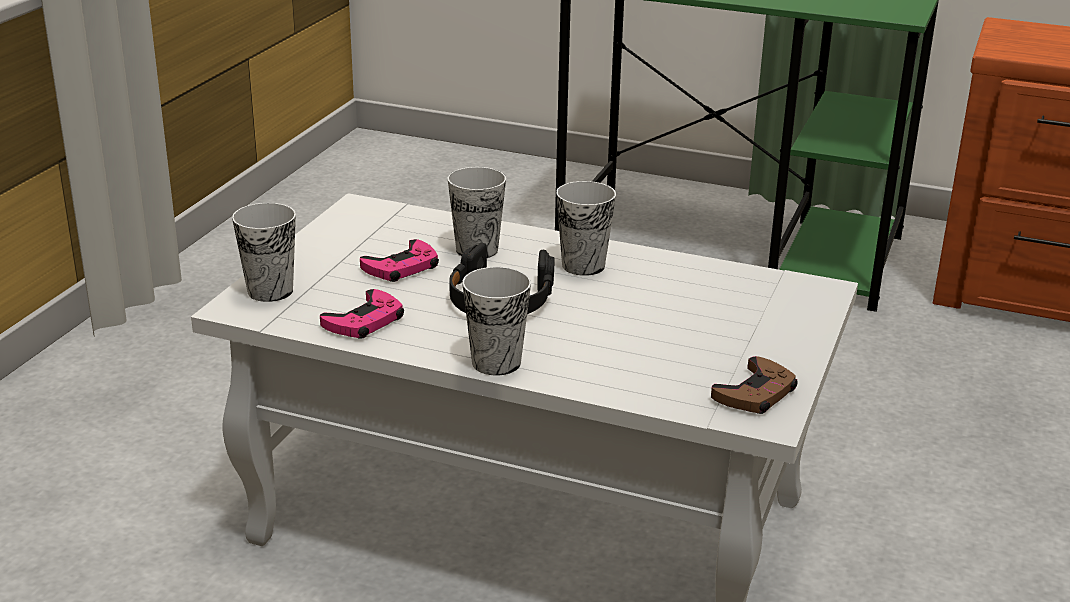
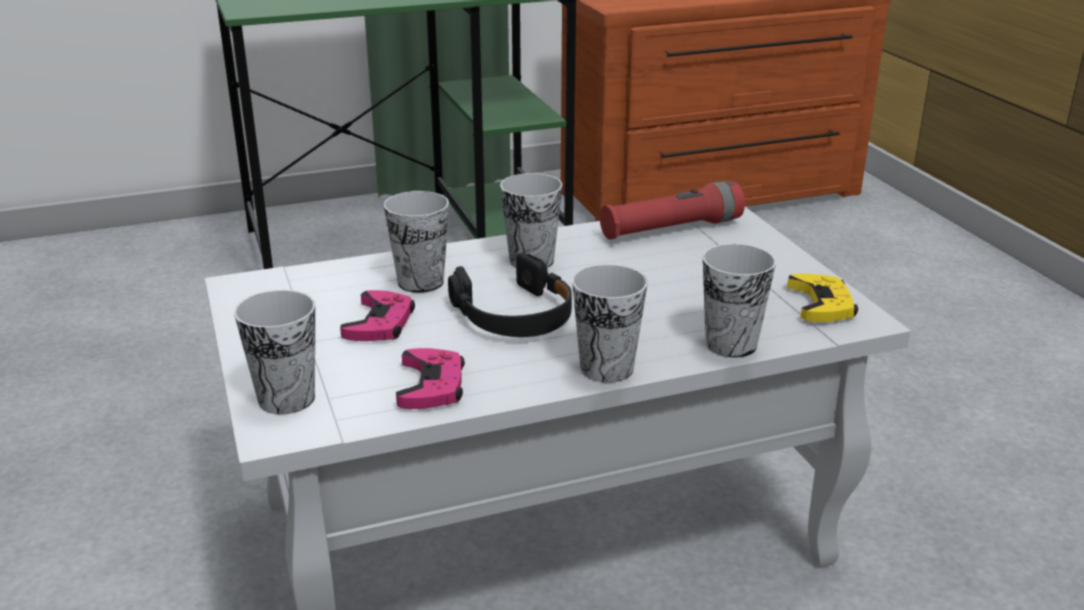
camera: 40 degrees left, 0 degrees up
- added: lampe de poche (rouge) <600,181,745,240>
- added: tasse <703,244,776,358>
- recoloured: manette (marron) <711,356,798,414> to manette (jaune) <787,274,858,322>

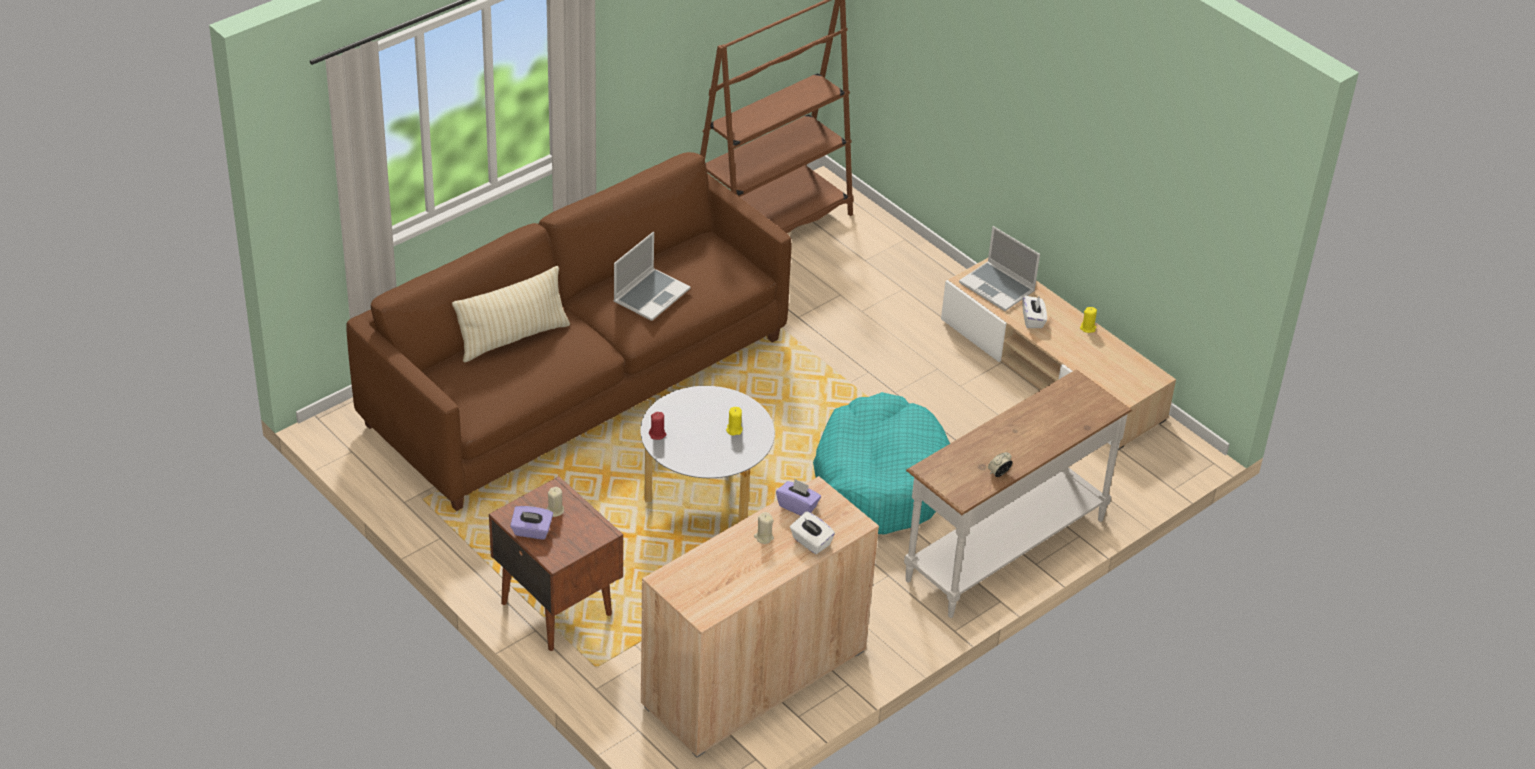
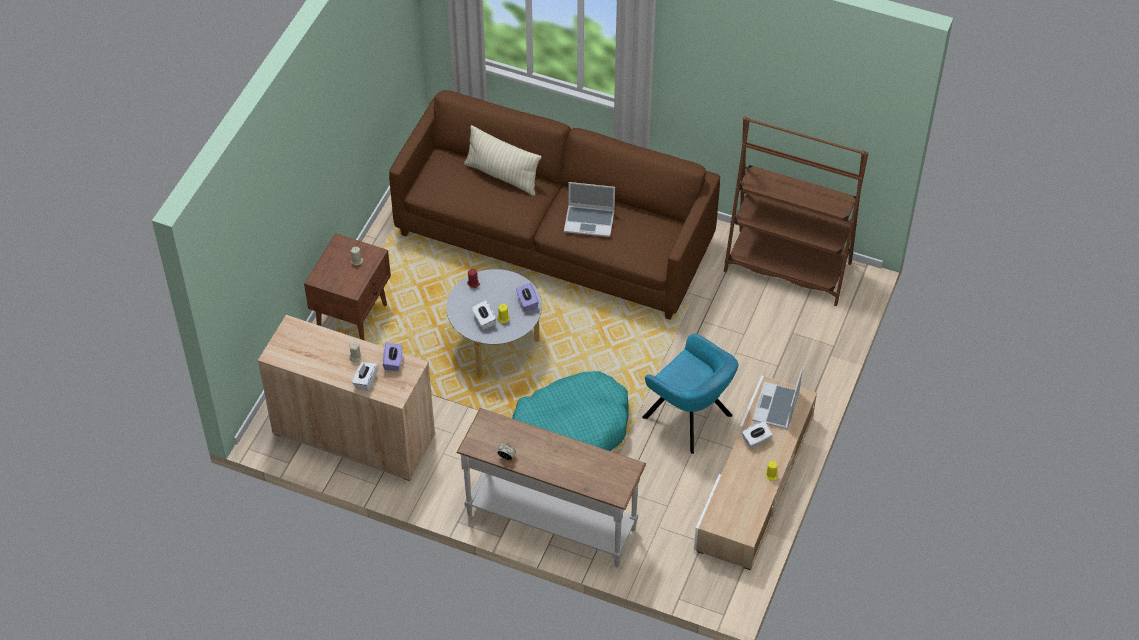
camera: 65 degrees right, 10 degrees up
- added: boîte à mouchoirs (blanc) <472,300,496,329>
- moved: boîte à mouchoirs (violet) <510,506,553,539> to <516,283,539,311>
- added: fauteuil (turquoise) <642,334,738,454>

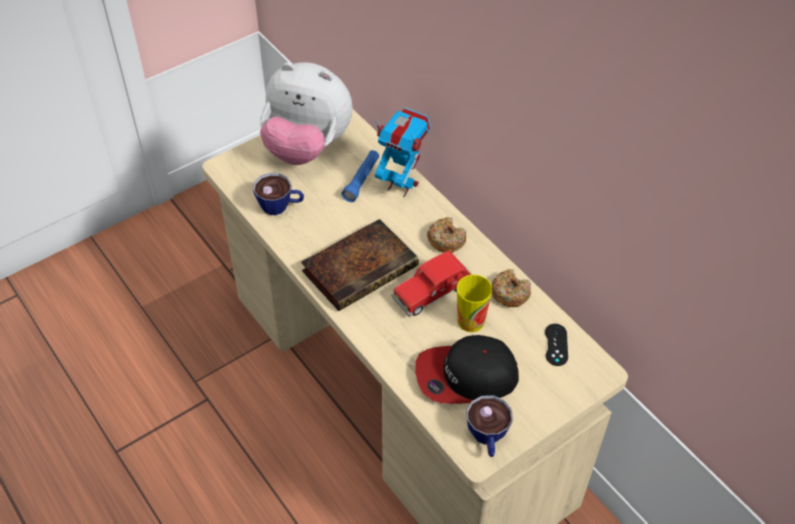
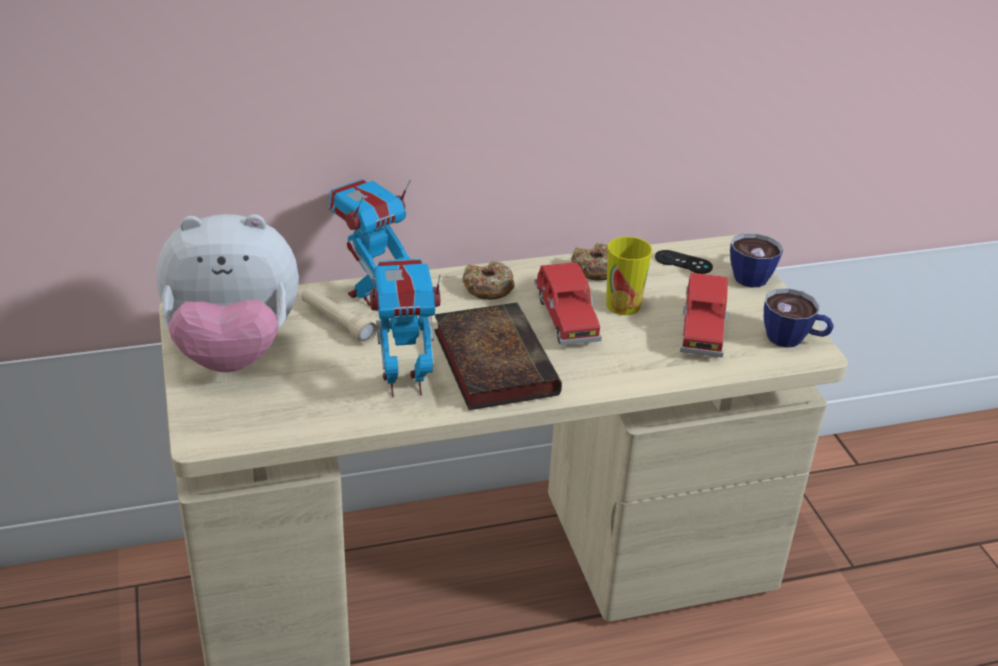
camera: 70 degrees left, 15 degrees down
- turned: peluche <260,62,353,165> = <157,214,299,372> 45 degrees clockwise
- recoloured: lampe de poche (bleu) <341,150,379,202> to lampe de poche (beige) <301,287,377,344>
- added: robot jouet <370,258,440,397>
- replaced: casquette <415,335,519,404> to petite voiture (rouge) <680,273,729,357>
- moved: tasse <253,173,304,215> to <730,233,783,287>

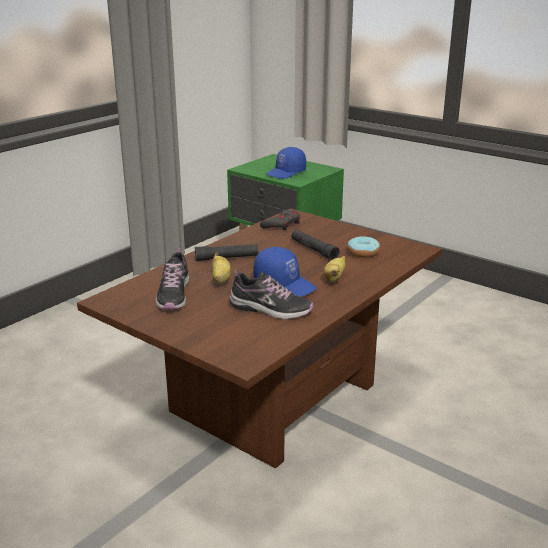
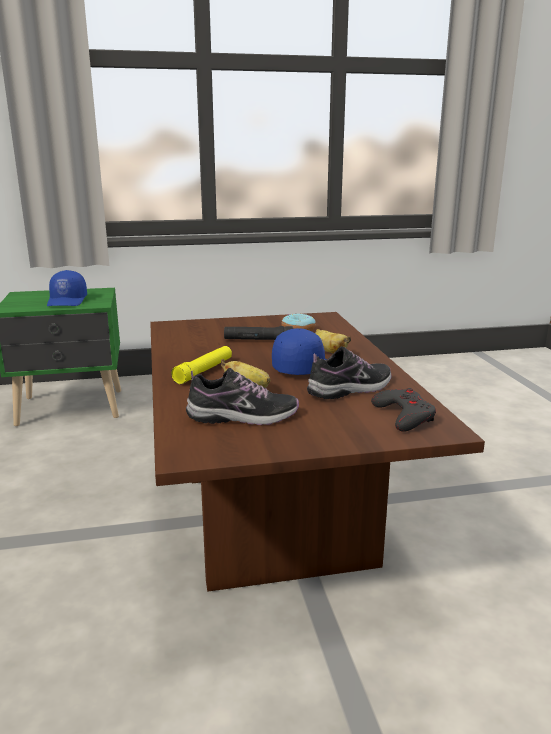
camera: 50 degrees left, 5 degrees down
- recoloured: lampe de poche (noir) <195,244,259,261> to lampe de poche (jaune) <171,346,232,384>
- turned: chaussure <155,248,189,310> = <186,368,299,425> 45 degrees counterclockwise
- moved: manette (gris) <260,210,301,230> to <371,388,436,432>

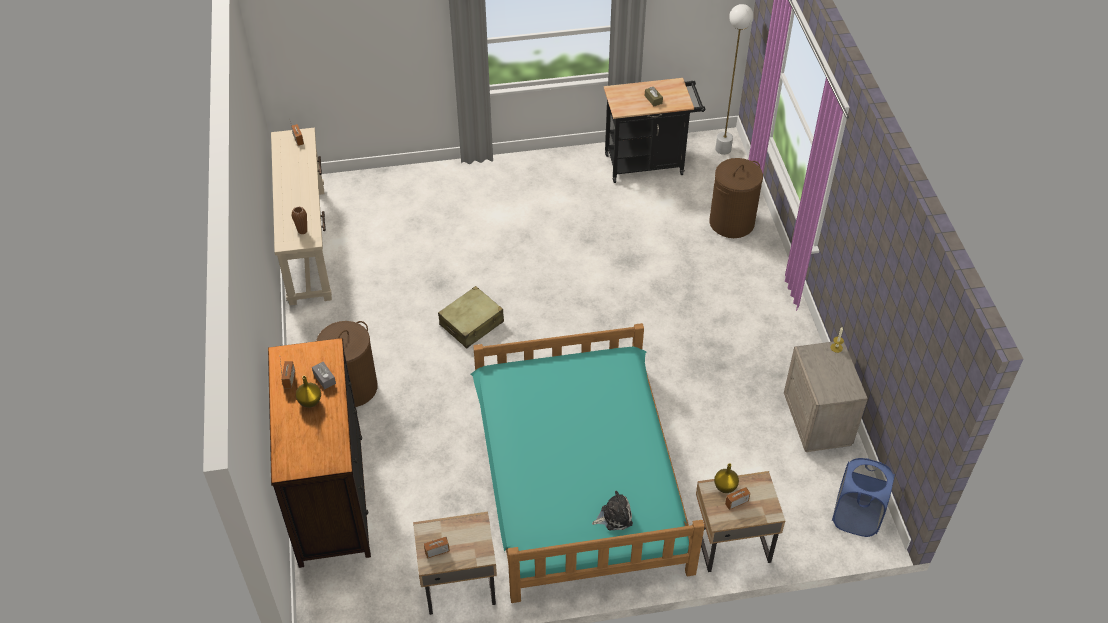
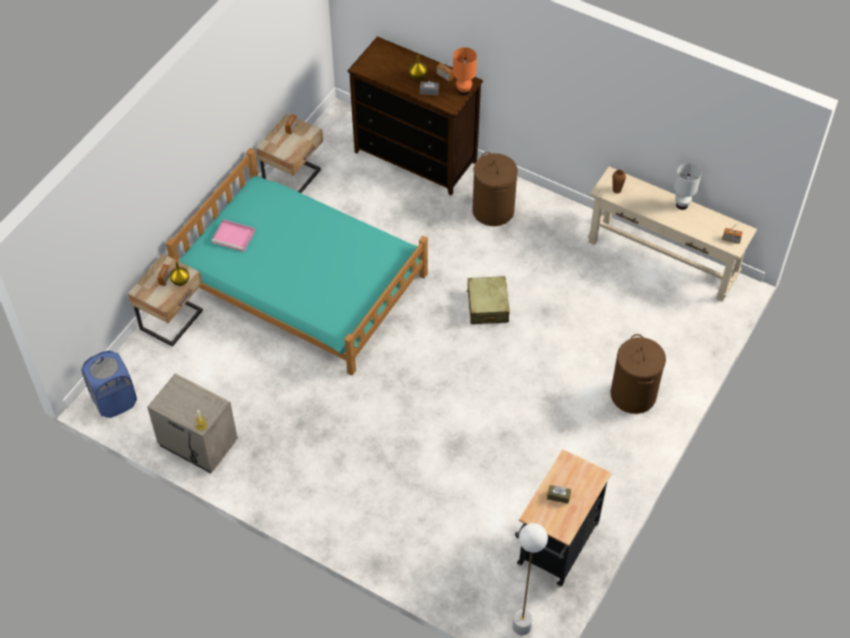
camera: 130 degrees right, 5 degrees up
- replaced: peluche <592,491,633,530> to plateau (rose) <212,219,255,252>
- added: lampe de table (orange) <453,47,477,96>
- moved: panier à linge (marron) <709,158,763,238> to <611,334,666,414>
- added: lampe de table (blanc) <674,163,701,210>

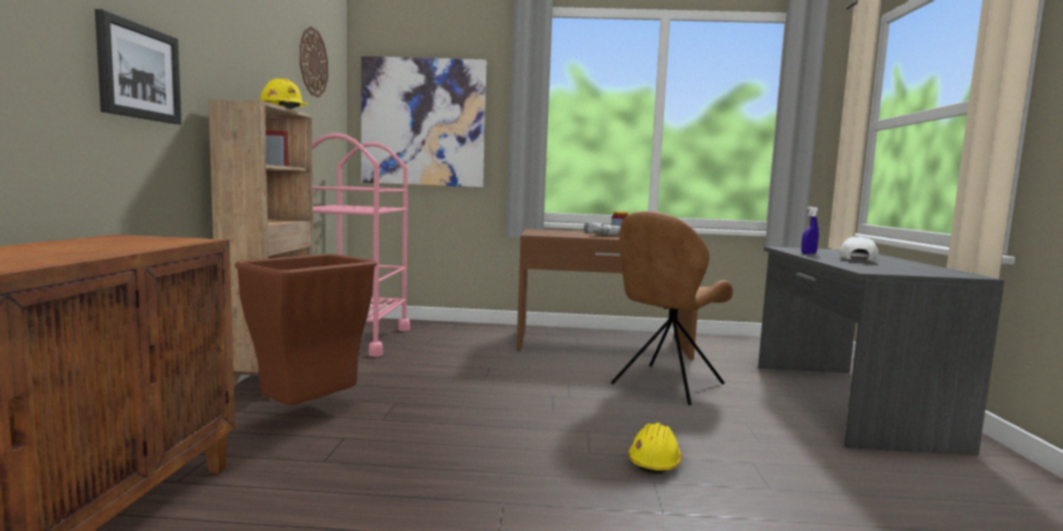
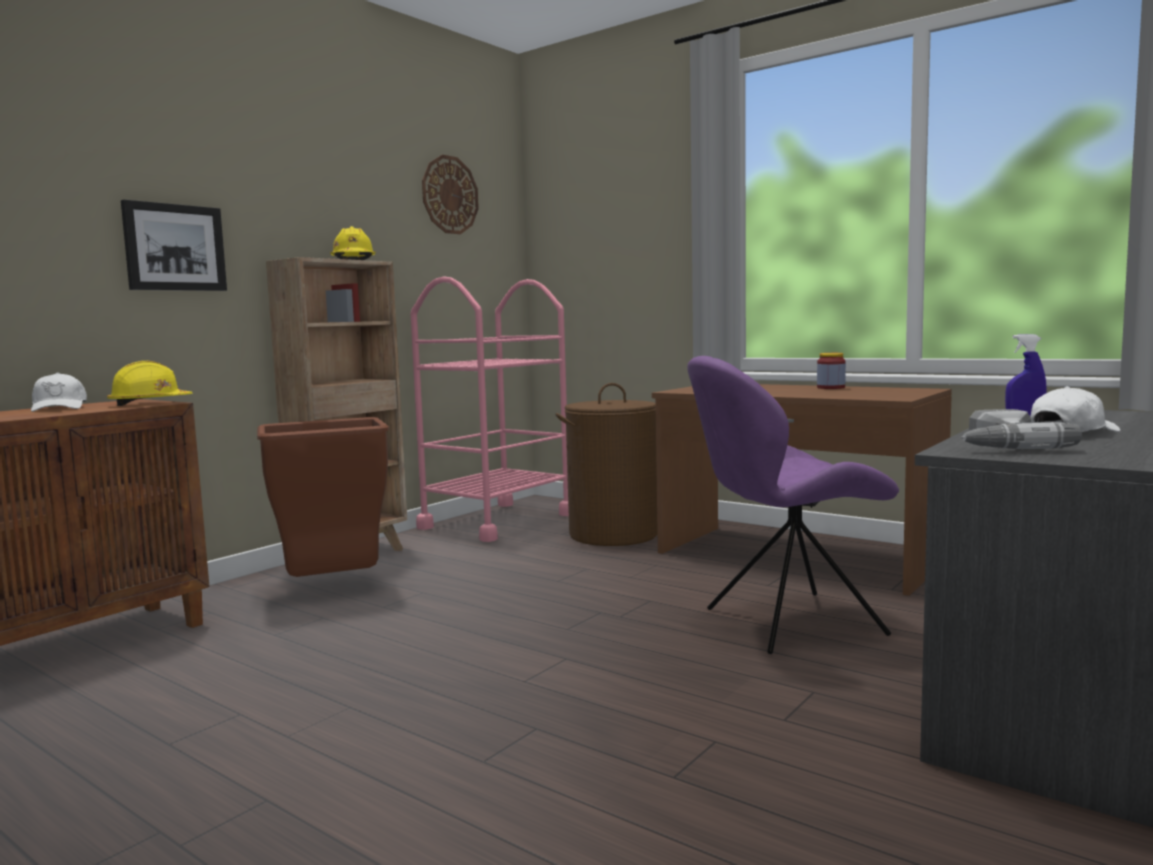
camera: 35 degrees right, 0 degrees up
- added: casquette (blanc) <31,372,87,412>
- moved: casque de chantier (jaune) <628,423,682,474> to <107,361,193,406>
- added: panier à linge (marron) <556,383,658,546>
- recoloured: chaise (marron) <611,211,733,405> to chaise (violet) <687,356,899,654>
- moved: perceuse <584,222,621,235> to <961,409,1082,449>
- removed: tableau <361,56,487,187>

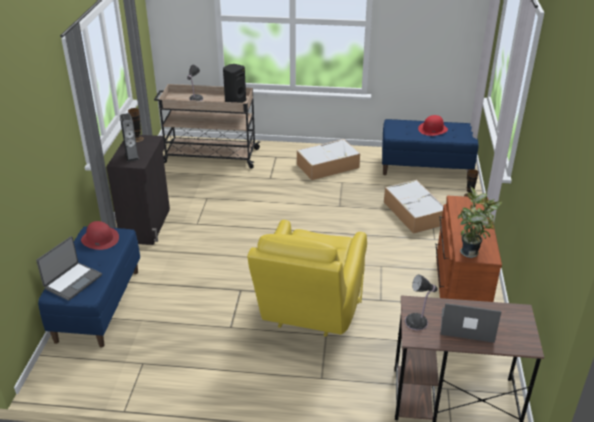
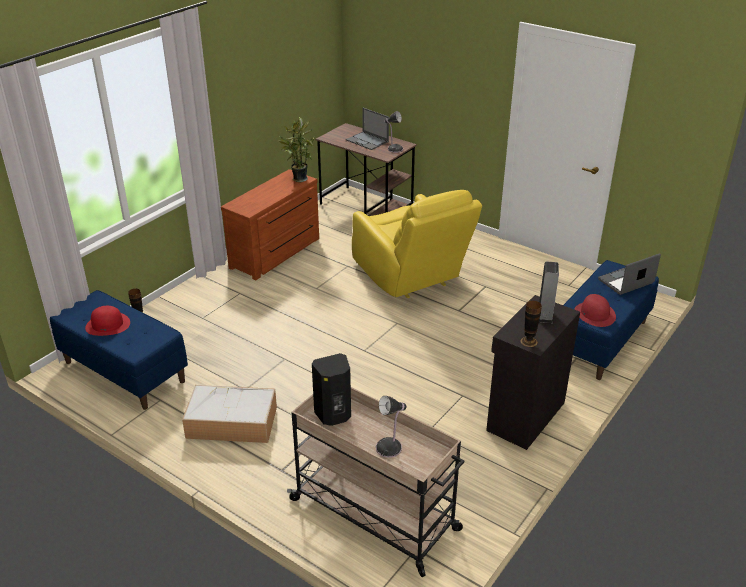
camera: 150 degrees left, 0 degrees up
- turned: fauteuil (jaune) <247,220,367,337> = <352,190,482,298> 105 degrees clockwise
- removed: boîte de rangement <384,180,444,234>

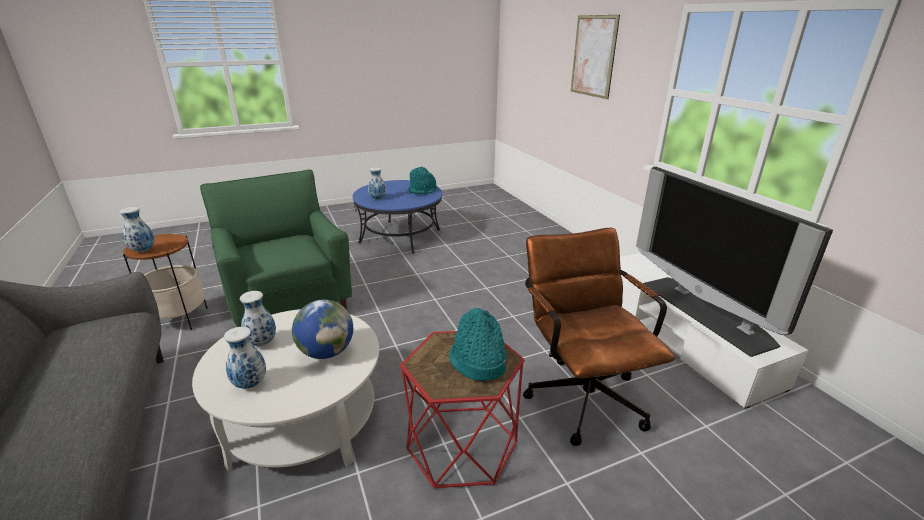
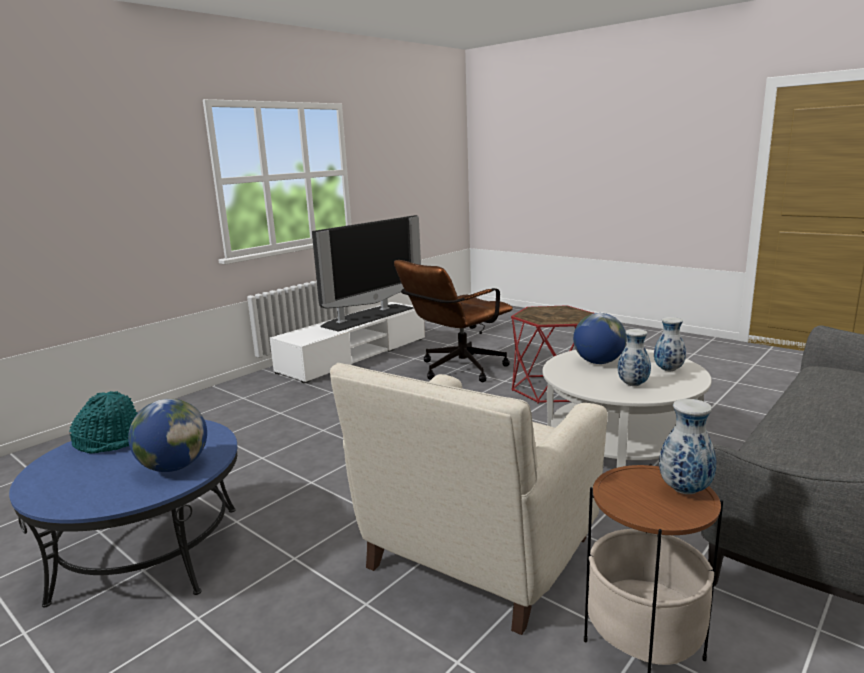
camera: 115 degrees left, 10 degrees down
- replaced: vase <368,167,386,200> to globe <128,399,207,472>
- recoloured: fauteuil (vert) <200,169,352,327> to fauteuil (beige) <330,363,608,635>
- removed: chapeau (turquoise) <449,308,506,381>
- removed: tableau <571,15,620,99>

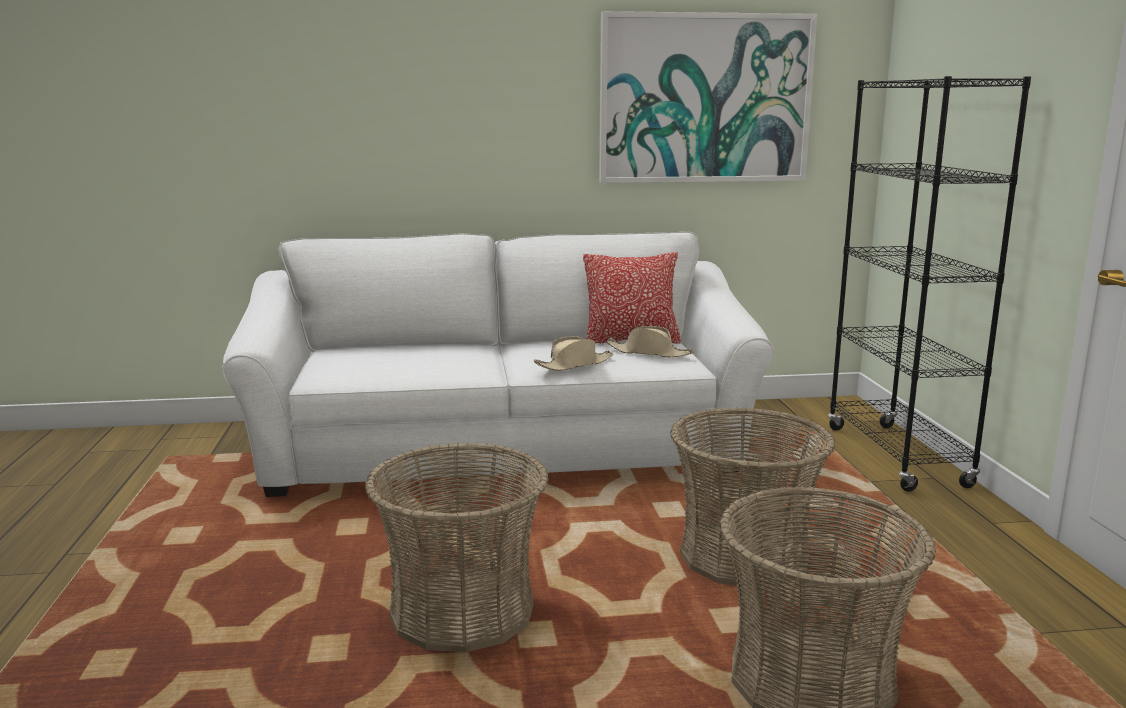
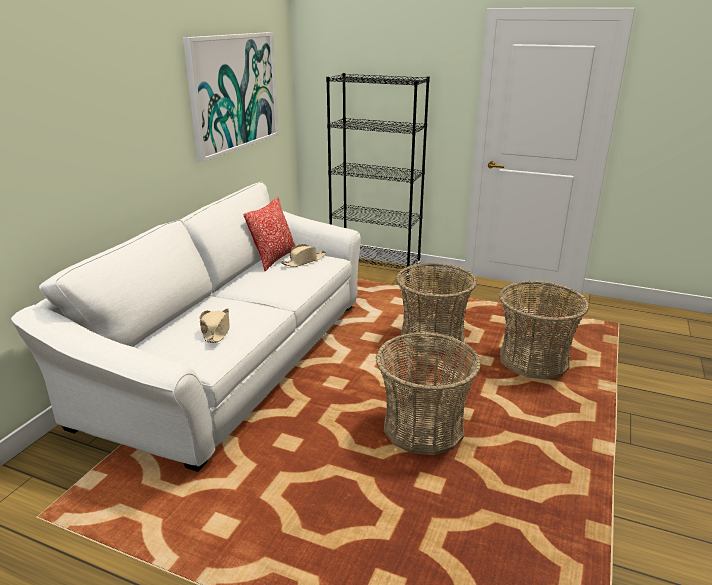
camera: 60 degrees left, 10 degrees up
- moved: chapeau (beige) <534,336,613,371> to <200,309,230,343>

